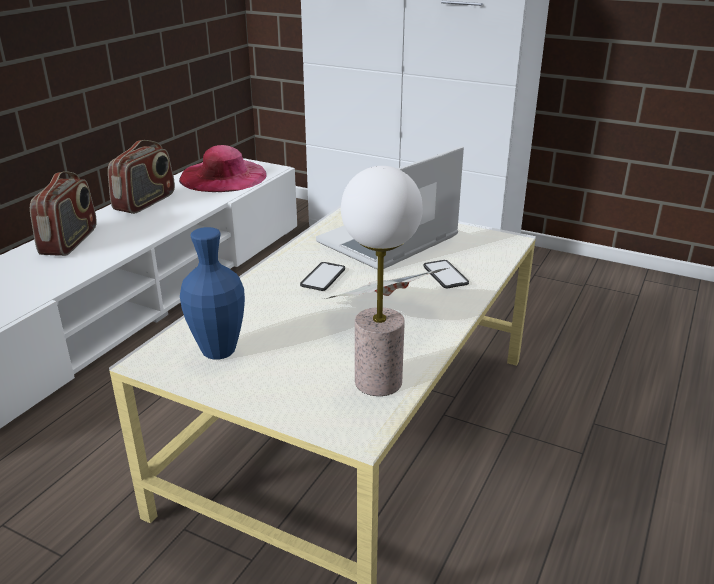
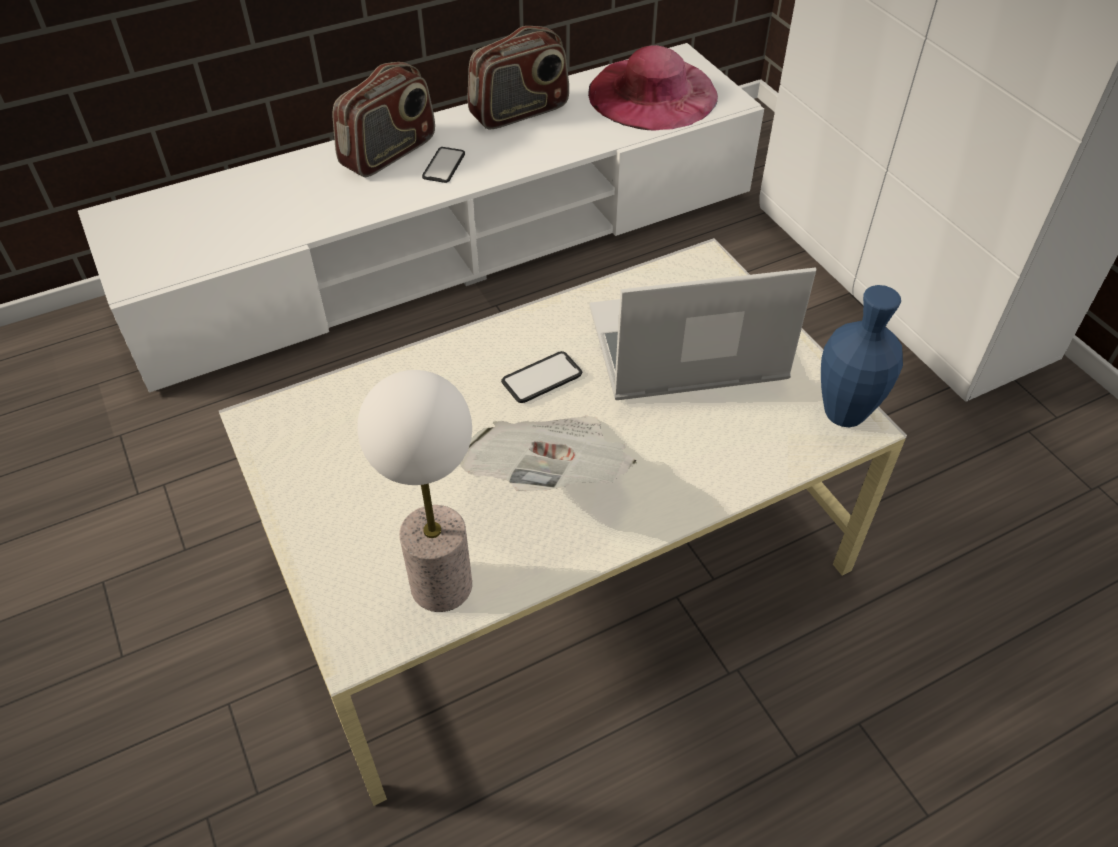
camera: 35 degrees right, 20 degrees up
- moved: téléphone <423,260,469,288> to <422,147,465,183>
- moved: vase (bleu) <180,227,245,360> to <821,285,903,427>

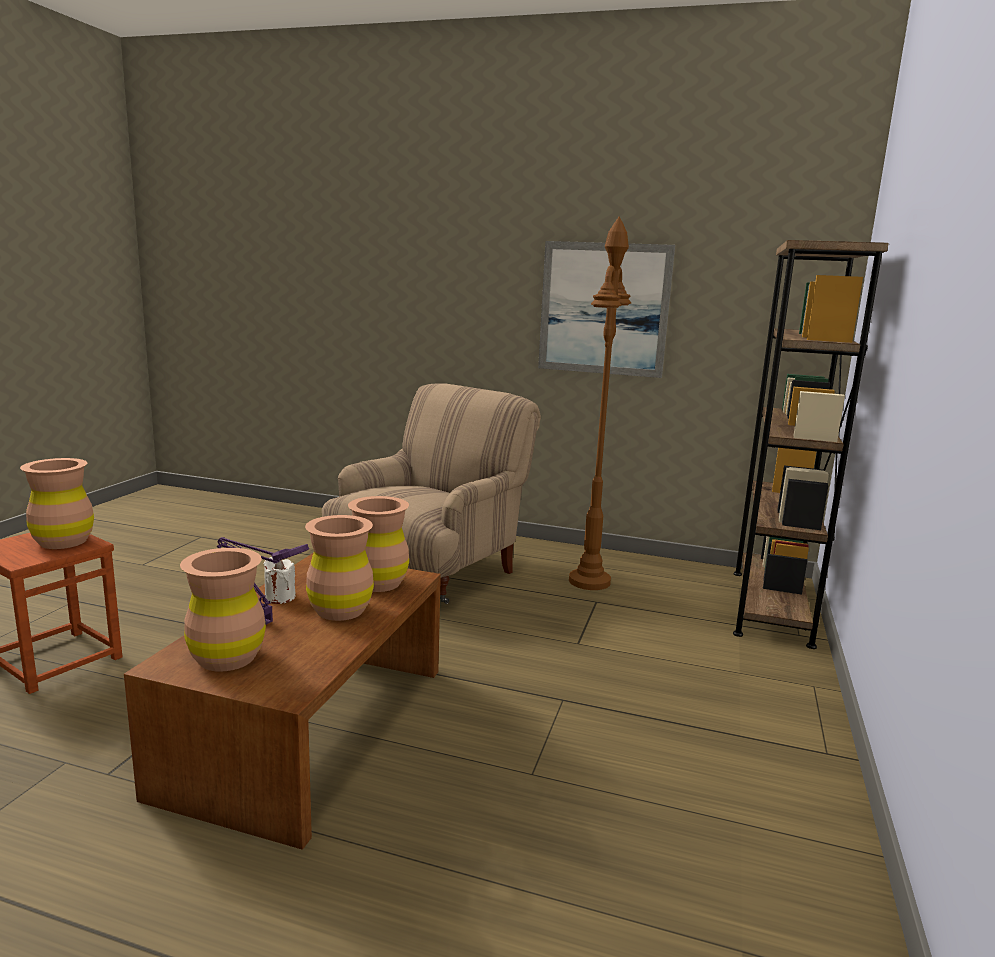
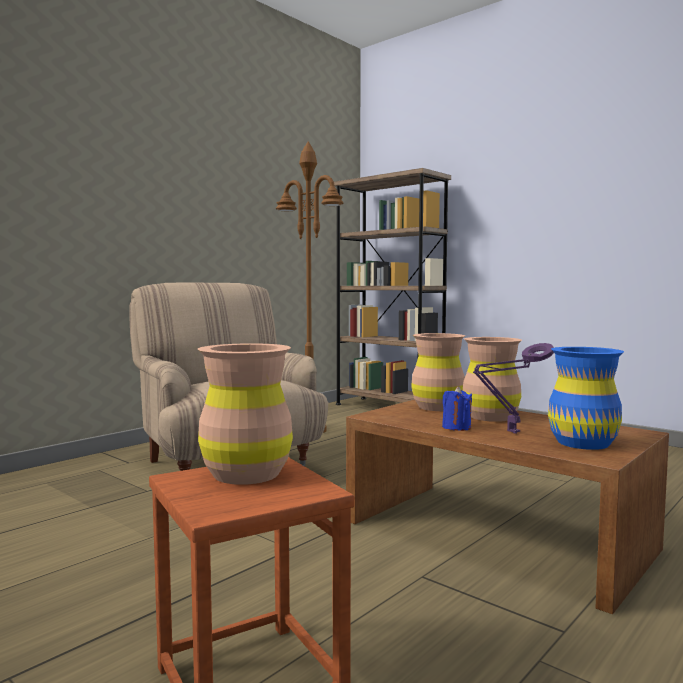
camera: 65 degrees left, 10 degrees down
- recoloured: bougie (blanc) <264,557,295,604> to bougie (bleu) <442,386,472,431>
- recoloured: vase (marron) <180,548,266,672> to vase (bleu) <548,347,624,450>
- removed: tableau <538,241,675,378>

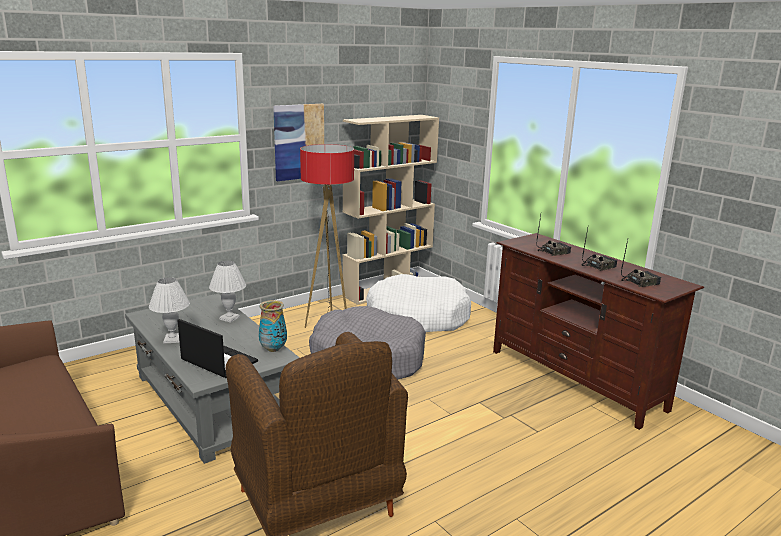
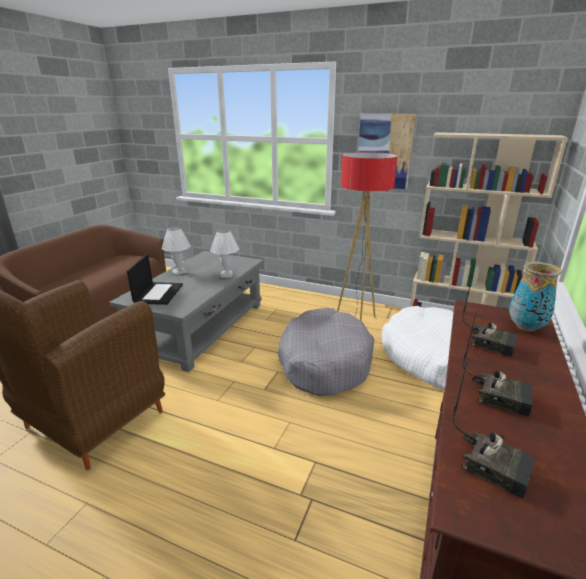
camera: 60 degrees right, 5 degrees up
- moved: vase <259,300,287,352> to <509,262,562,332>

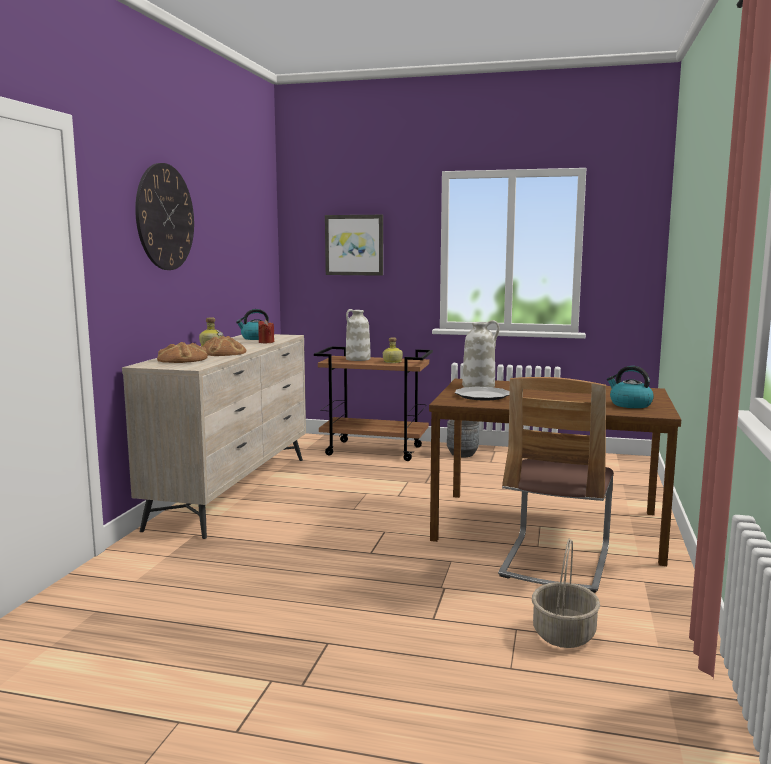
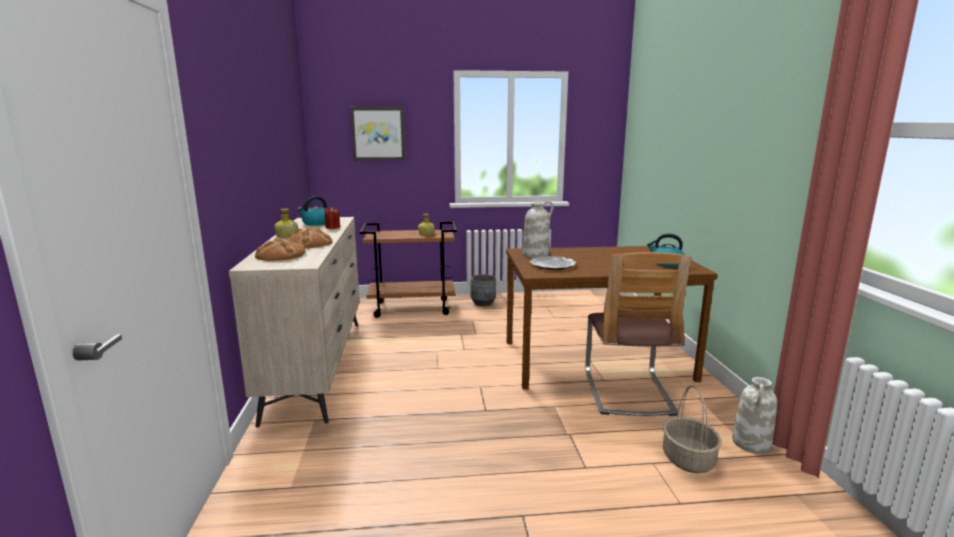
camera: 20 degrees left, 5 degrees up
- moved: vase (blanc) <346,309,371,361> to <732,377,777,454>
- removed: horloge murale <135,163,194,270>

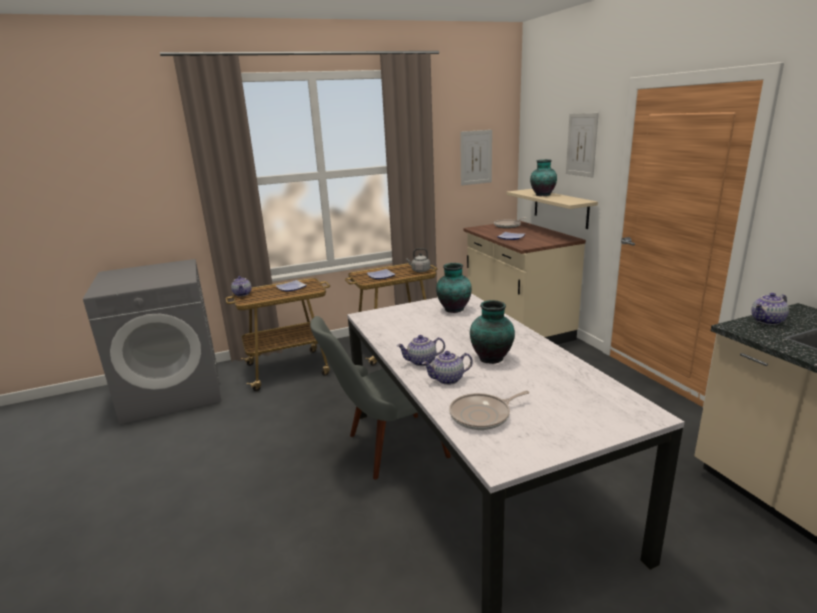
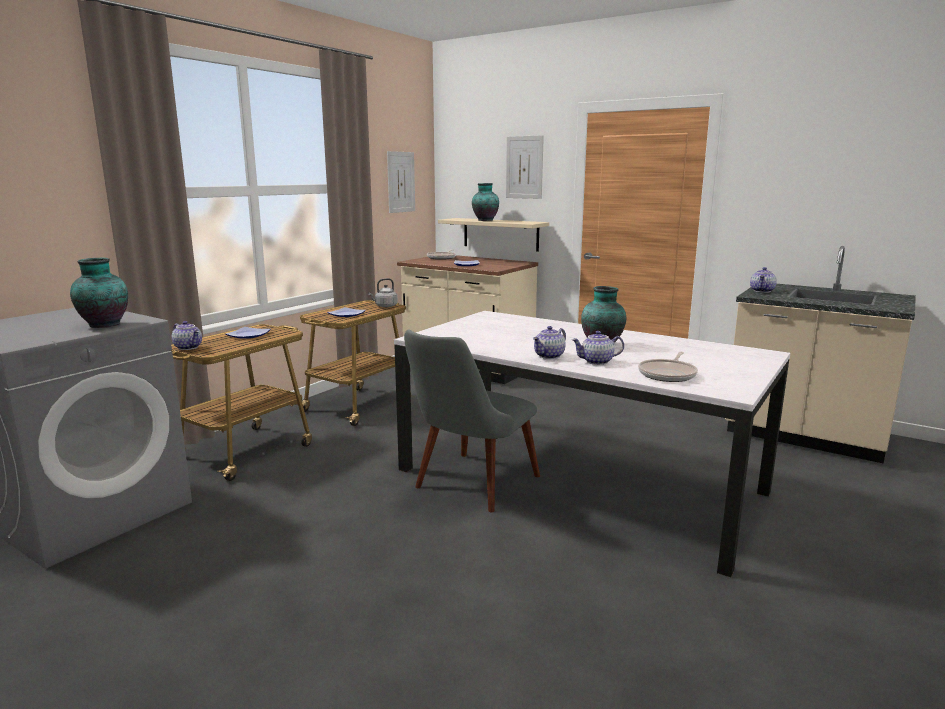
camera: 35 degrees left, 5 degrees down
- moved: vase <436,263,472,313> to <70,258,128,328>
- turned: théière <422,351,473,385> = <572,331,624,365> 45 degrees clockwise

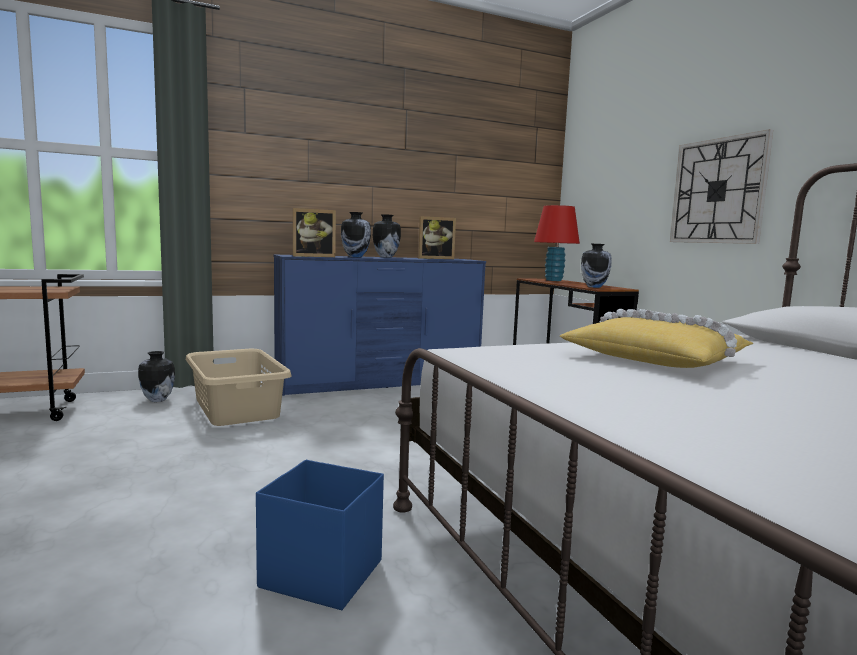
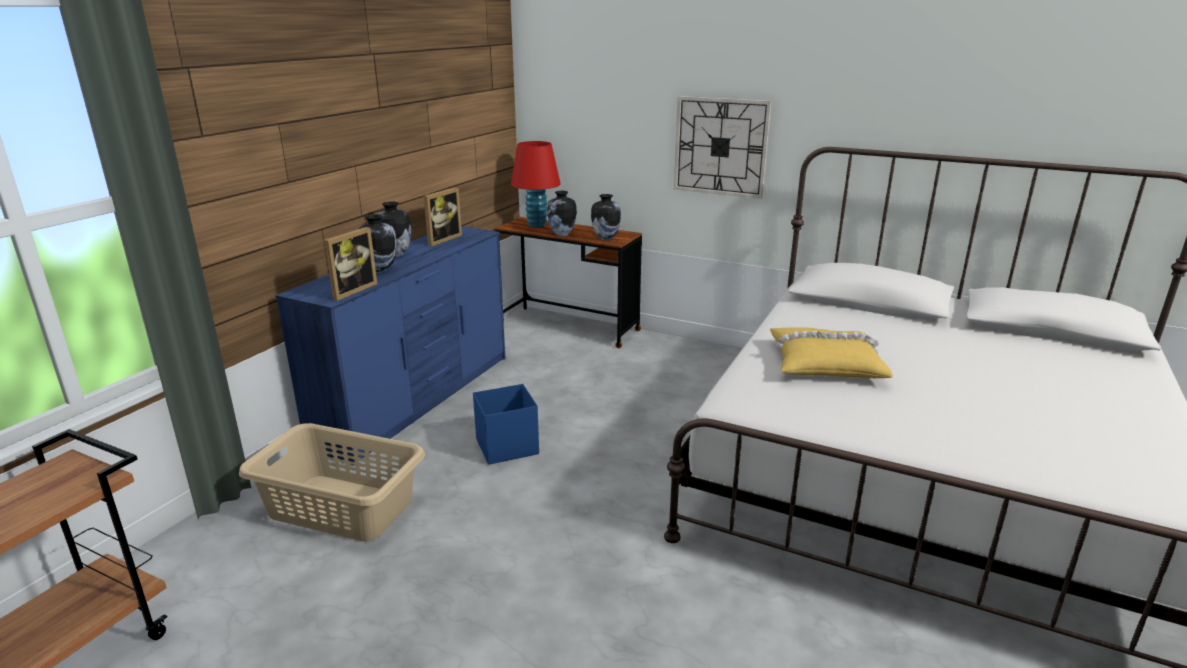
camera: 40 degrees left, 15 degrees up
- moved: boîte de rangement (bleu) <256,460,384,610> to <473,384,539,465>
- moved: vase <138,351,175,402> to <547,191,577,236>

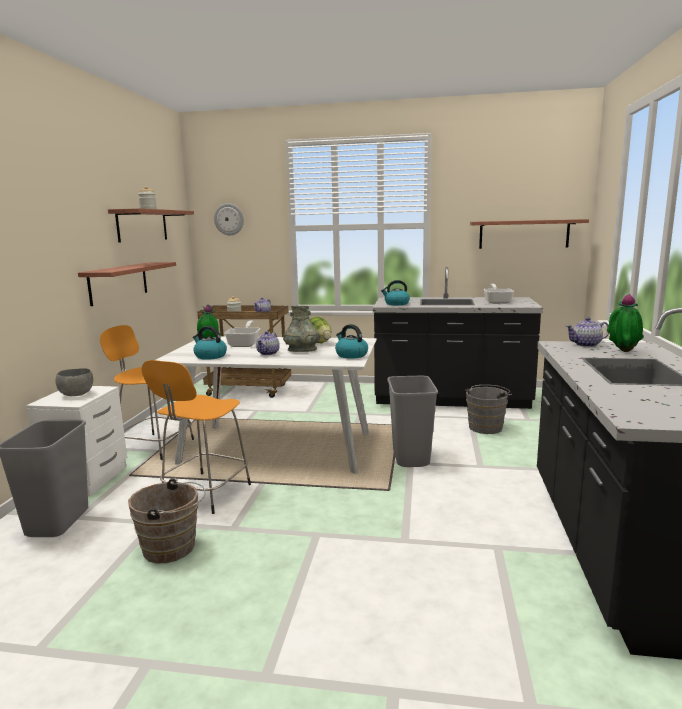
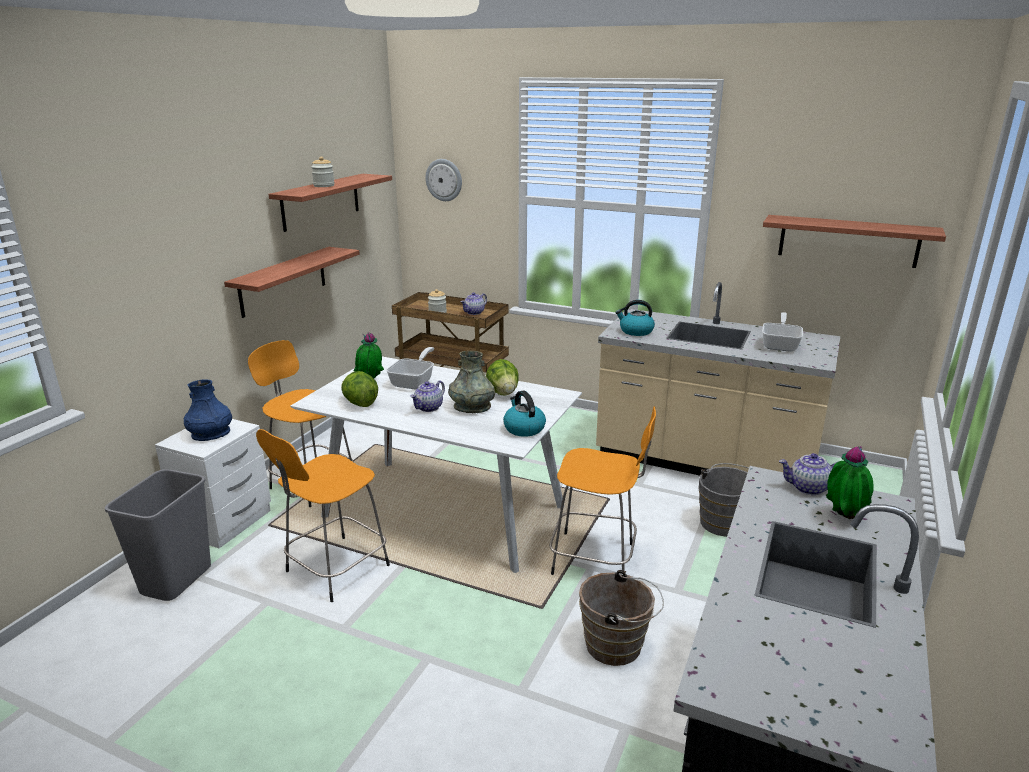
camera: 15 degrees right, 10 degrees up
- replaced: bol (gris) <55,368,93,396> to vase (bleu) <184,379,232,441>
- replaced: bouilloire <193,326,227,360> to laitue <341,371,378,407>
- replaced: poubelle (gris) <387,376,438,467> to tabouret (orange) <550,406,656,575>
- moved: seau (marron) <128,479,205,563> to <579,570,664,666>
- recoloured: comptoir de cuisine (noir) <373,267,543,409> to comptoir de cuisine (beige) <596,282,840,476>

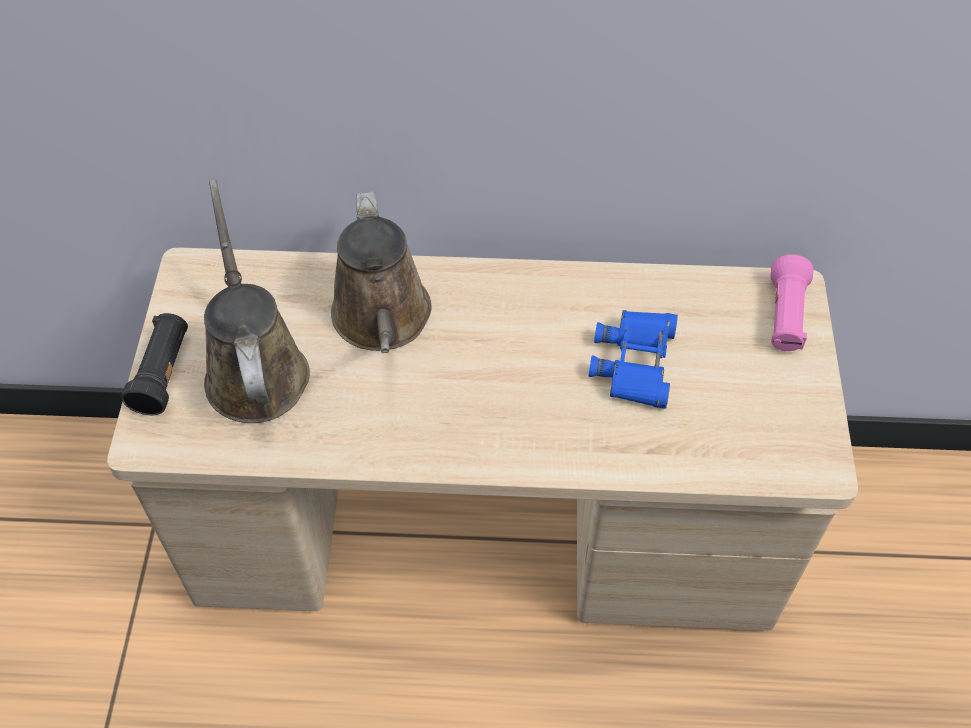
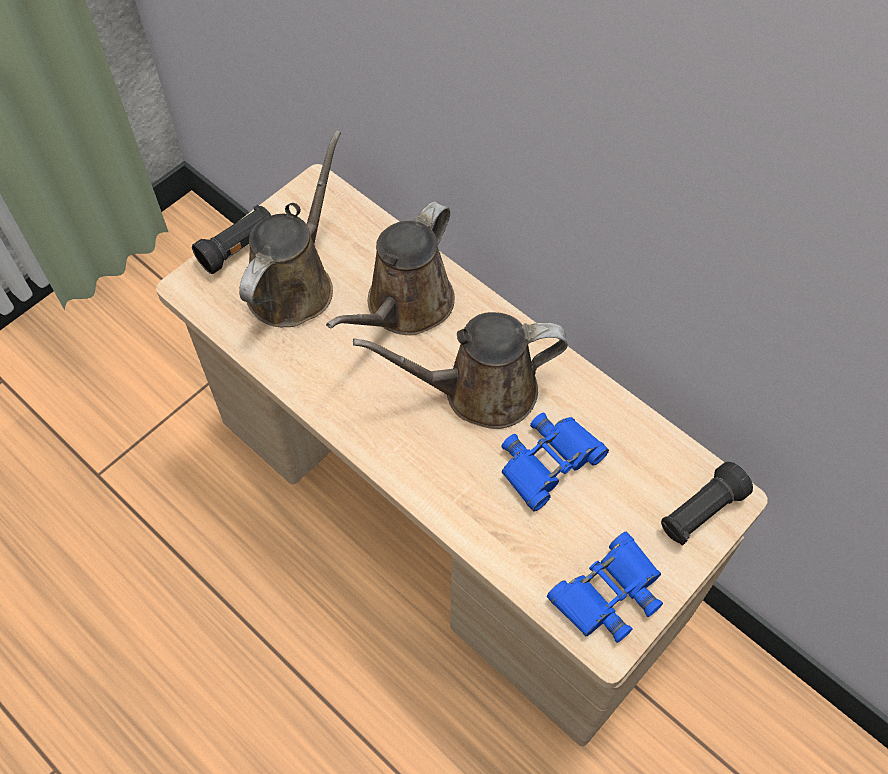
camera: 40 degrees right, 5 degrees up
- added: arrosoir (marron) <353,312,568,429>
- added: jumelles (bleu) <547,532,663,643>
- recoloured: lampe de poche (rose) <770,254,813,351> to lampe de poche (noir) <661,462,753,546>

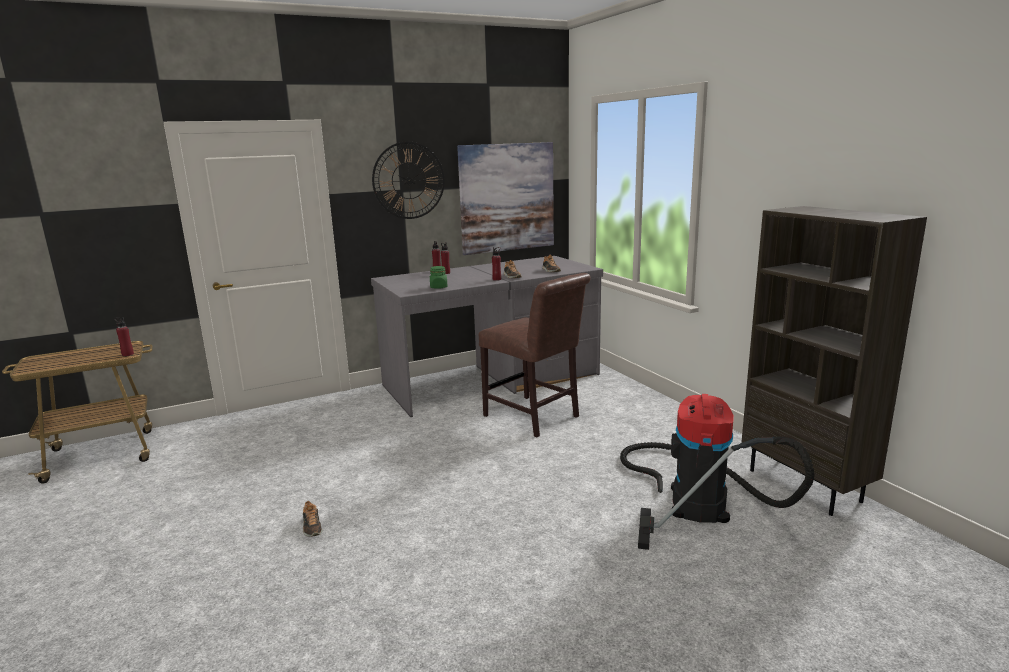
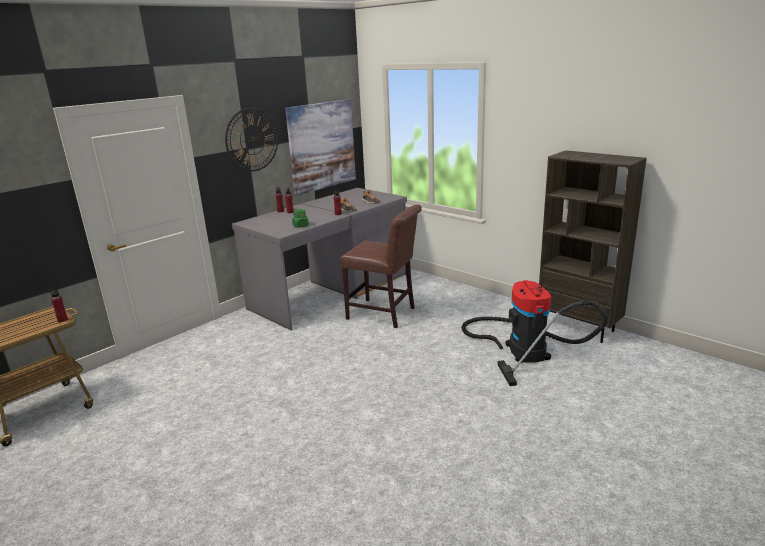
camera: 20 degrees left, 5 degrees up
- removed: chaussure <303,501,323,537>

